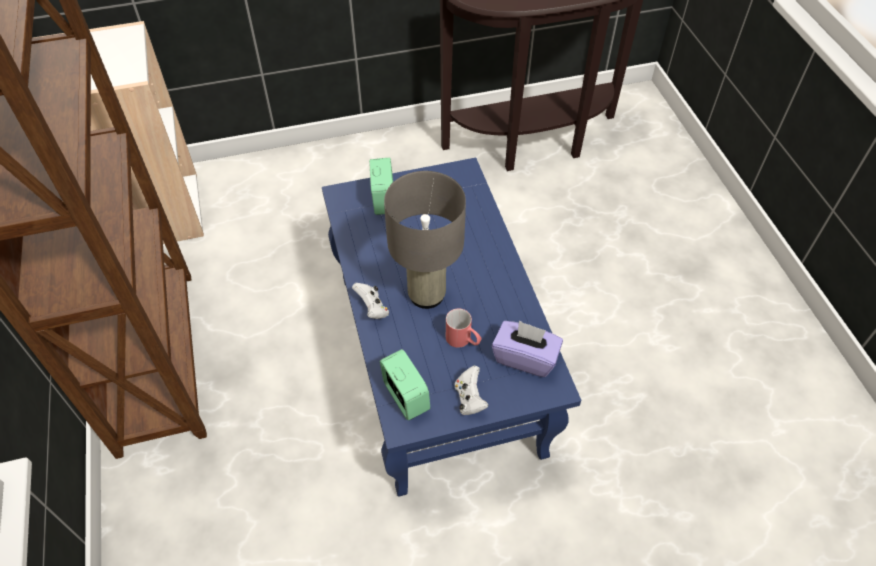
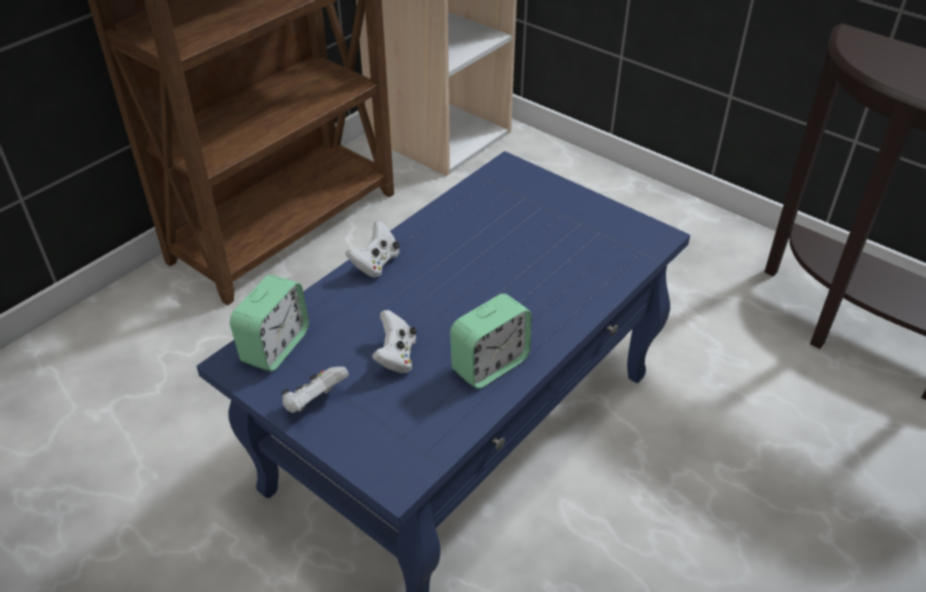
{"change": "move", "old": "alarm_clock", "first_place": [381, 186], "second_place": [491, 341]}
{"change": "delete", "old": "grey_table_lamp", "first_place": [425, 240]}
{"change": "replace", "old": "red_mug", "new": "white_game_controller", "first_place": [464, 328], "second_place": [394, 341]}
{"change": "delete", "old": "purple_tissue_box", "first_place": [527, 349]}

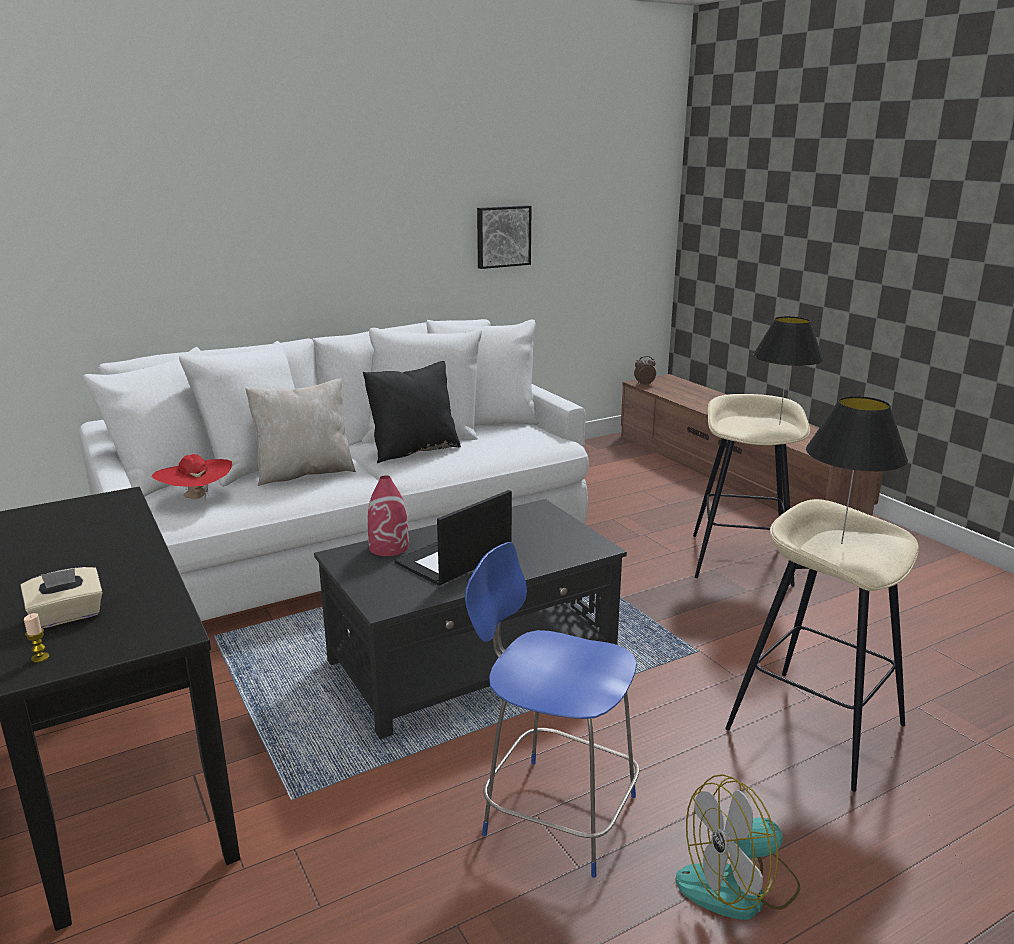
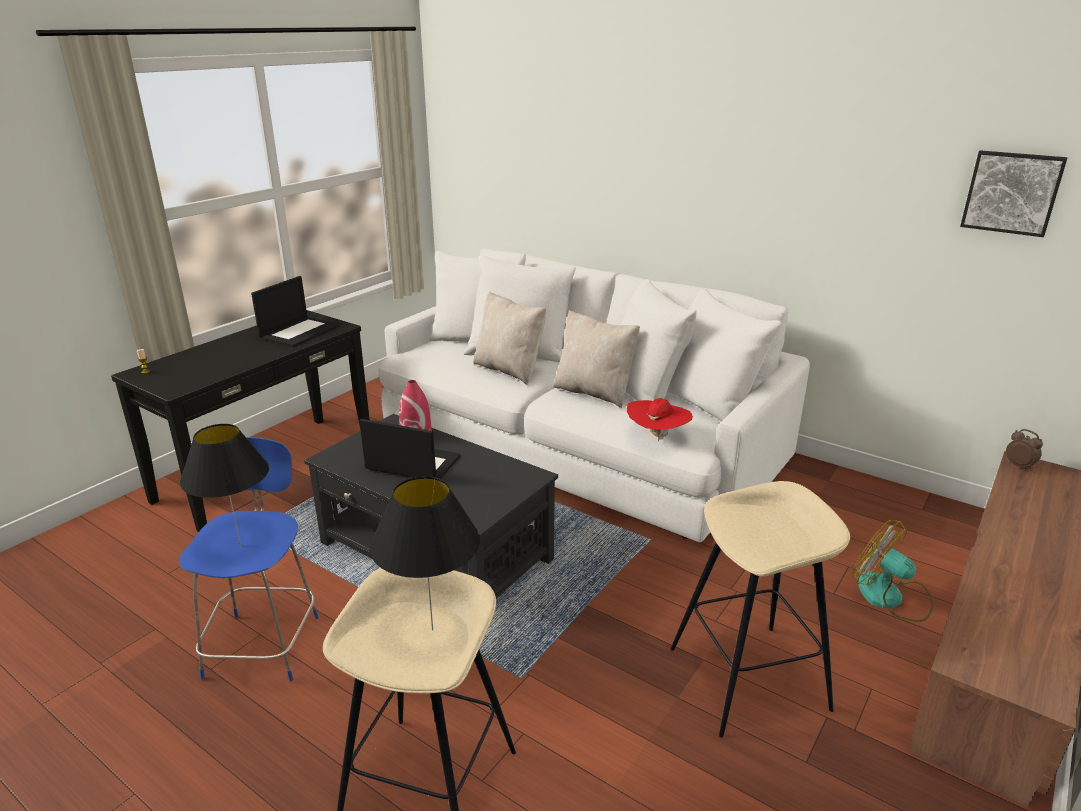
{"change": "delete", "old": "beige_tissue_box", "first_place": [62, 597]}
{"change": "move", "old": "red_hat", "first_place": [192, 477], "second_place": [660, 420]}
{"change": "recolor", "old": "black_pillow", "new": "beige_pillow", "first_place": [412, 412], "second_place": [596, 359]}
{"change": "move", "old": "picture", "first_place": [504, 237], "second_place": [1014, 193]}
{"change": "move", "old": "fan", "first_place": [738, 847], "second_place": [892, 571]}
{"change": "move", "old": "black_table_lamp", "first_place": [788, 370], "second_place": [224, 485]}
{"change": "insert", "new": "laptop", "second_place": [295, 311]}

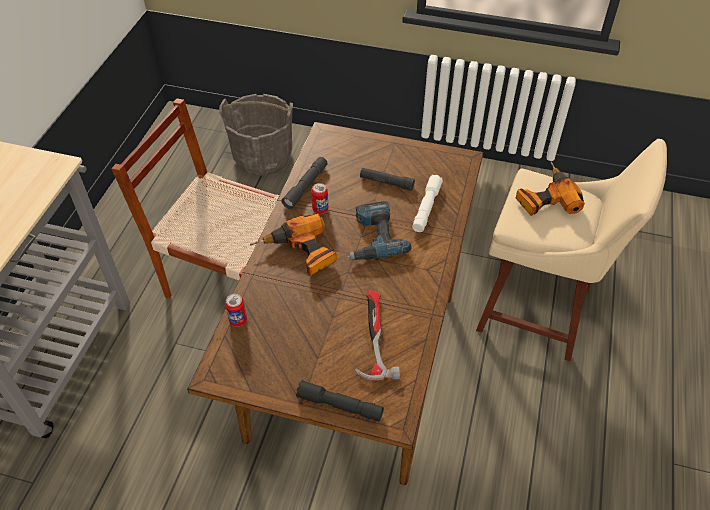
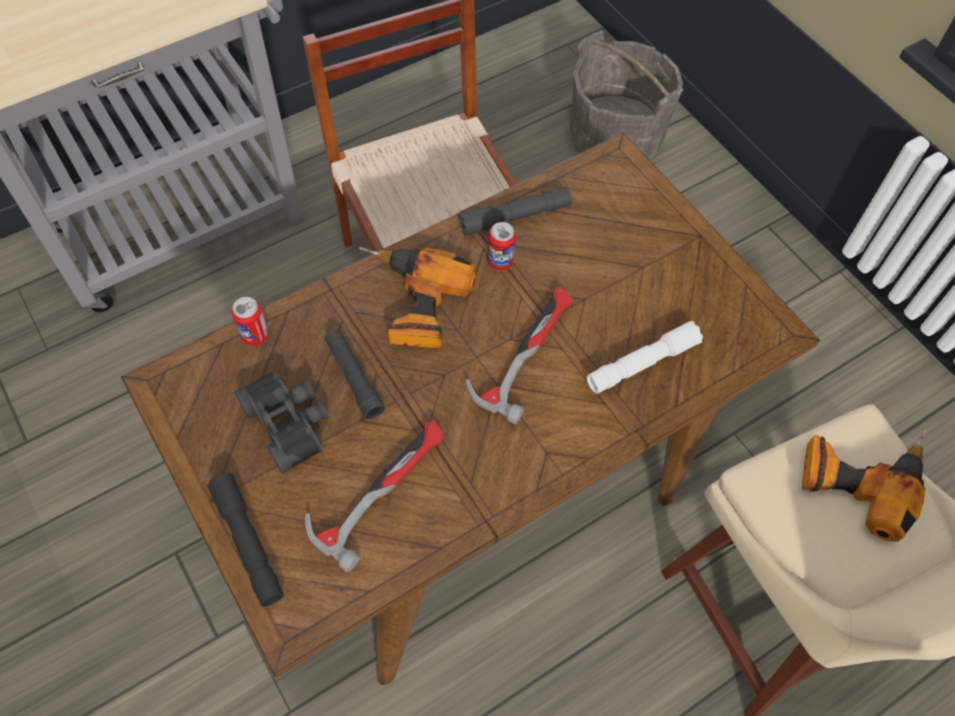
{"change": "replace", "old": "power_drill", "new": "hammer", "first_place": [379, 230], "second_place": [519, 356]}
{"change": "move", "old": "black_flashlight", "first_place": [387, 179], "second_place": [355, 375]}
{"change": "insert", "new": "black_binoculars", "second_place": [281, 422]}

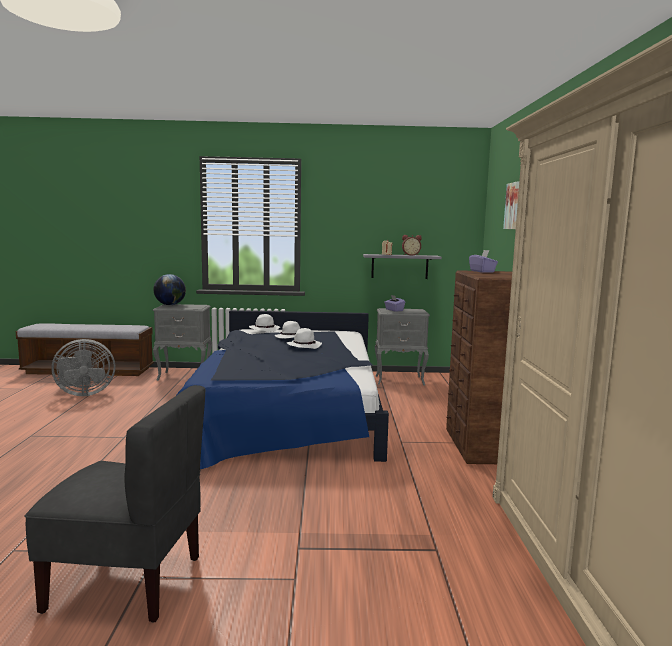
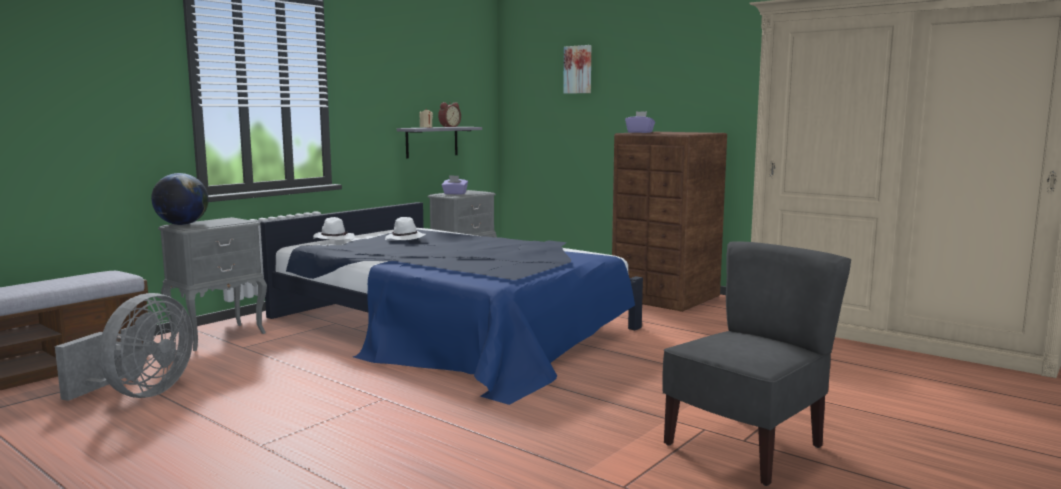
{"change": "delete", "old": "white_hat", "first_place": [304, 338]}

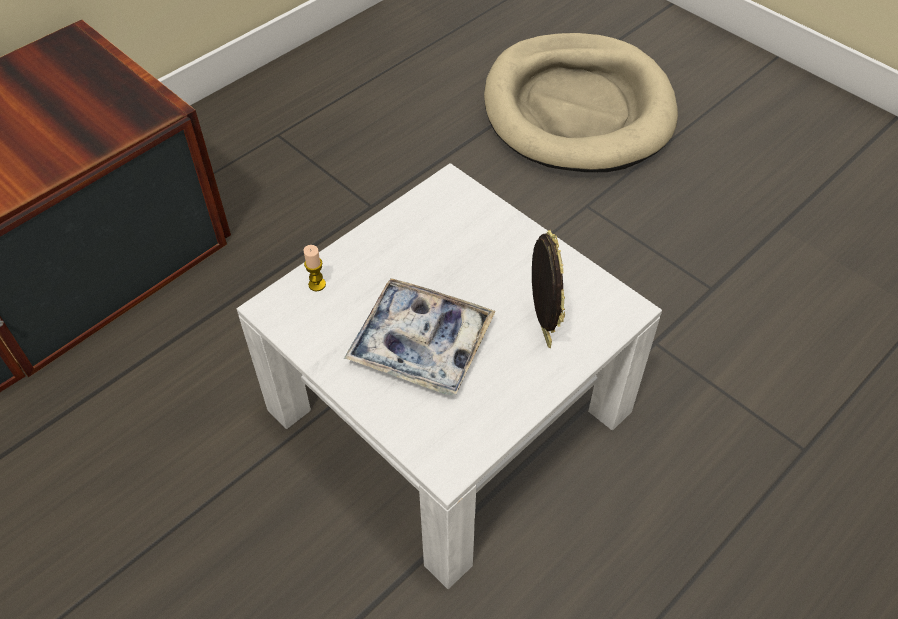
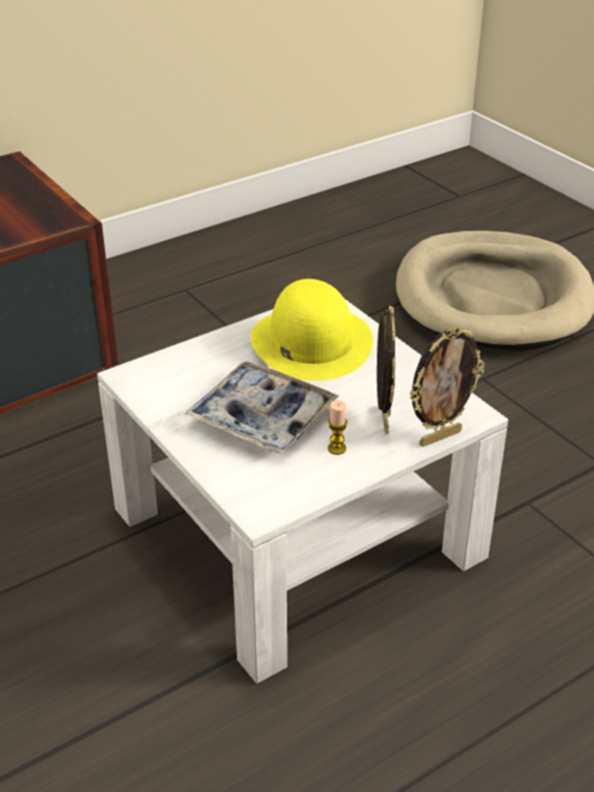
{"change": "move", "old": "candle", "first_place": [314, 268], "second_place": [337, 427]}
{"change": "insert", "new": "yellow_hat", "second_place": [311, 330]}
{"change": "insert", "new": "picture_frame", "second_place": [447, 386]}

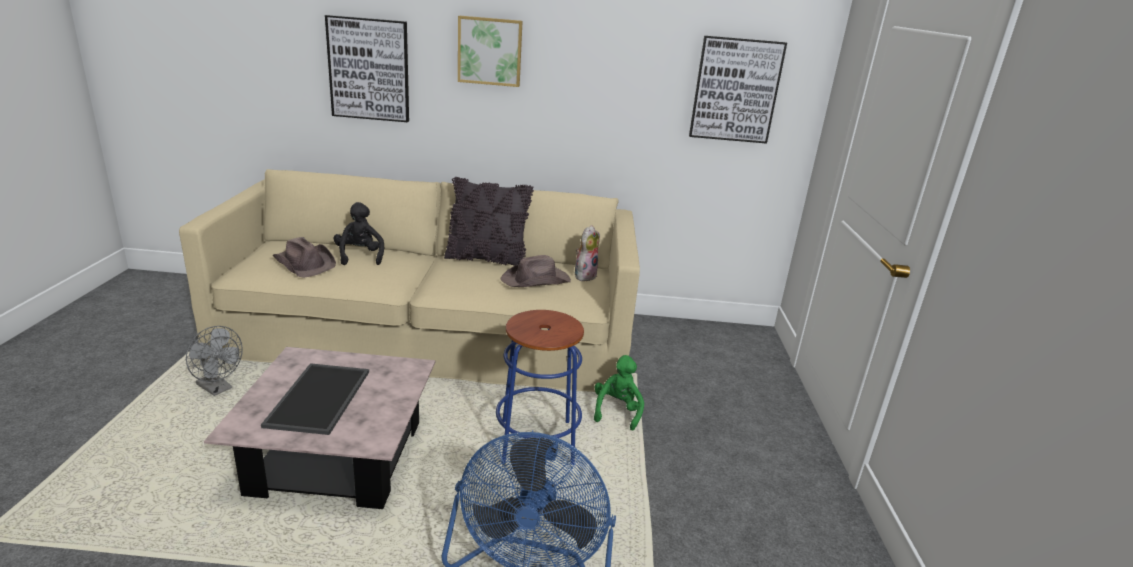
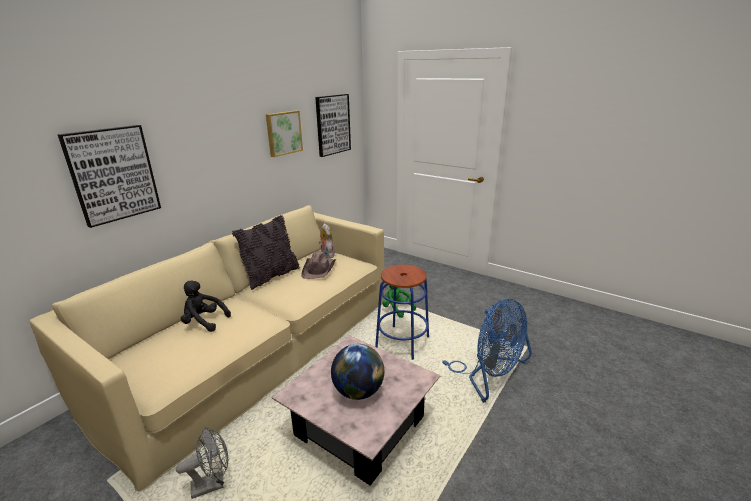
{"change": "replace", "old": "tray", "new": "globe", "first_place": [315, 399], "second_place": [357, 372]}
{"change": "delete", "old": "brown_hat", "first_place": [304, 257]}
{"change": "move", "old": "picture", "first_place": [490, 51], "second_place": [284, 133]}

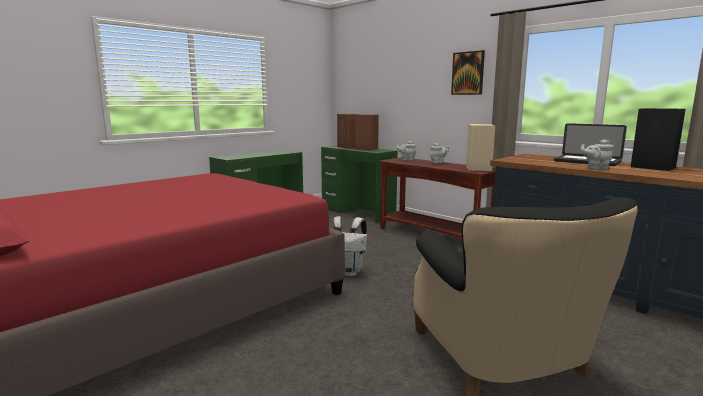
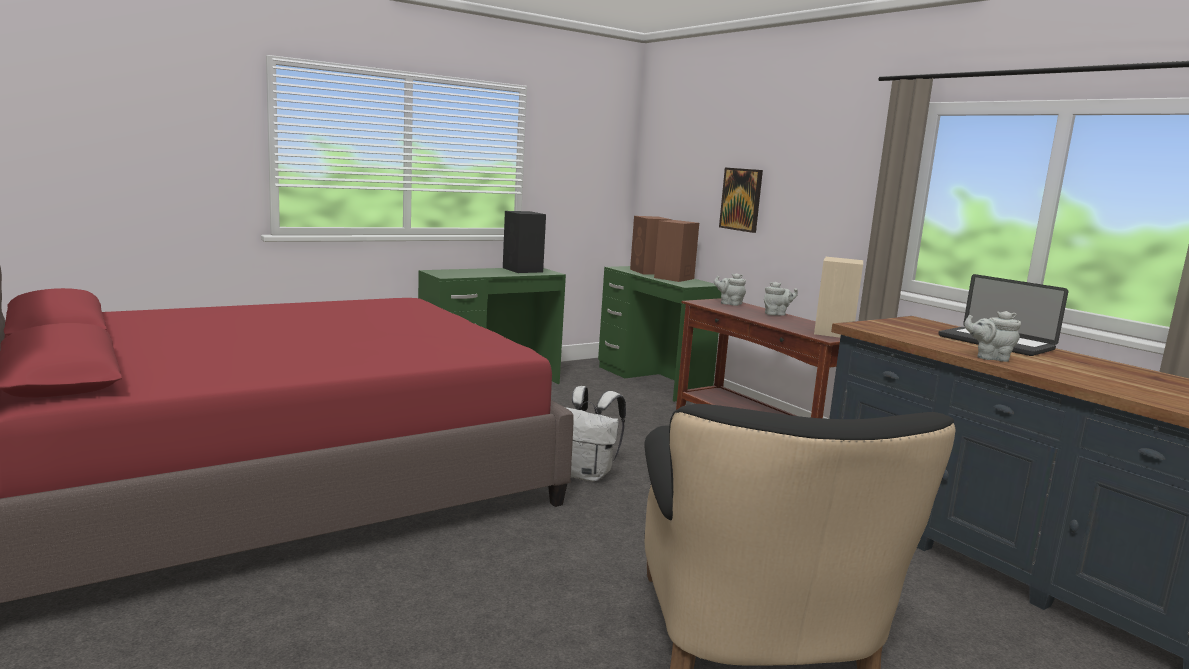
{"change": "move", "old": "picture", "first_place": [468, 72], "second_place": [741, 200]}
{"change": "move", "old": "black_speaker", "first_place": [658, 139], "second_place": [524, 242]}

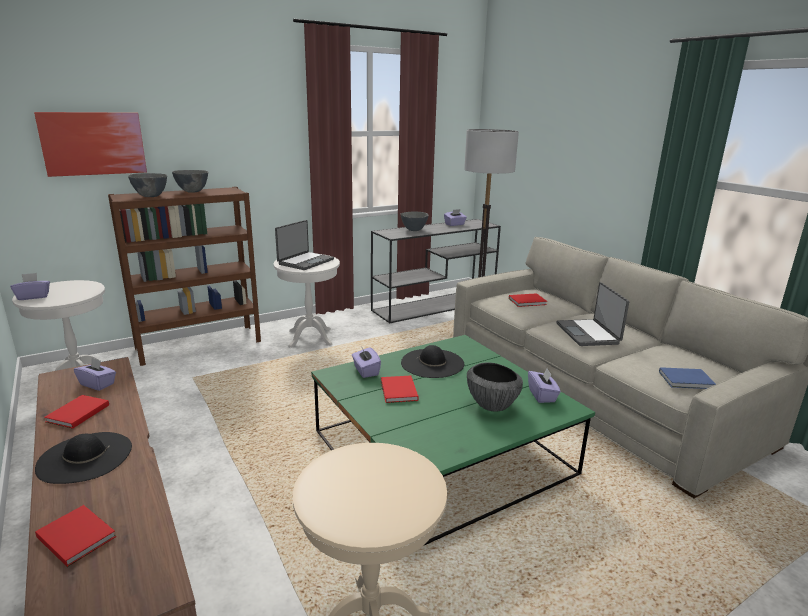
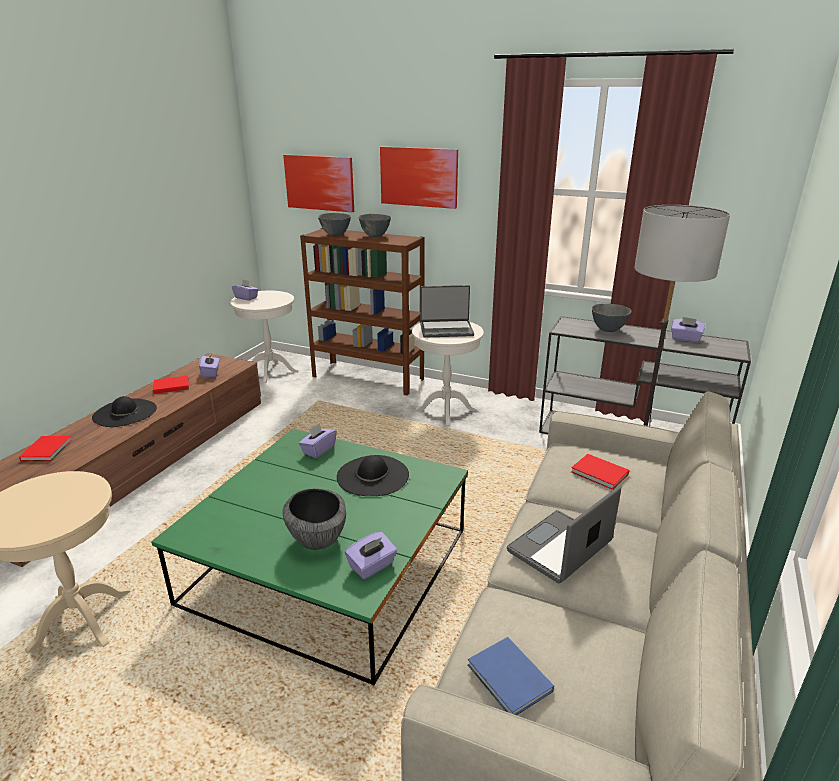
{"change": "delete", "old": "red_book", "first_place": [400, 389]}
{"change": "insert", "new": "picture", "second_place": [419, 178]}

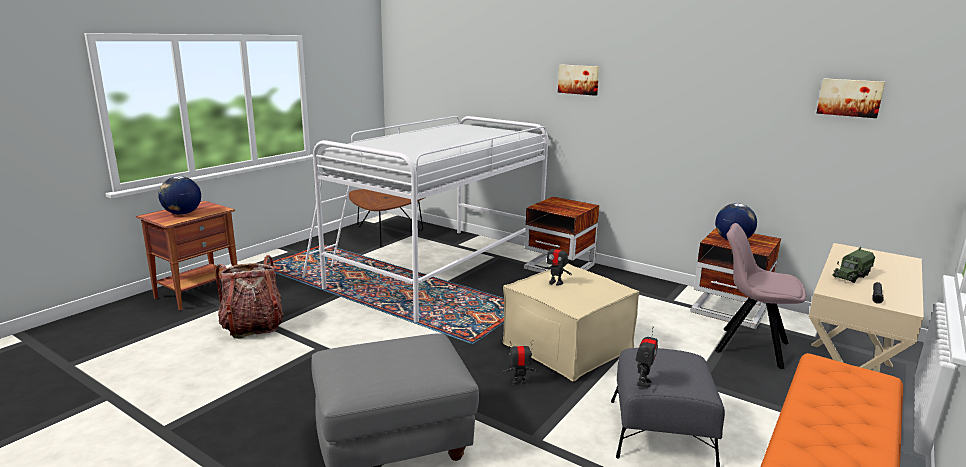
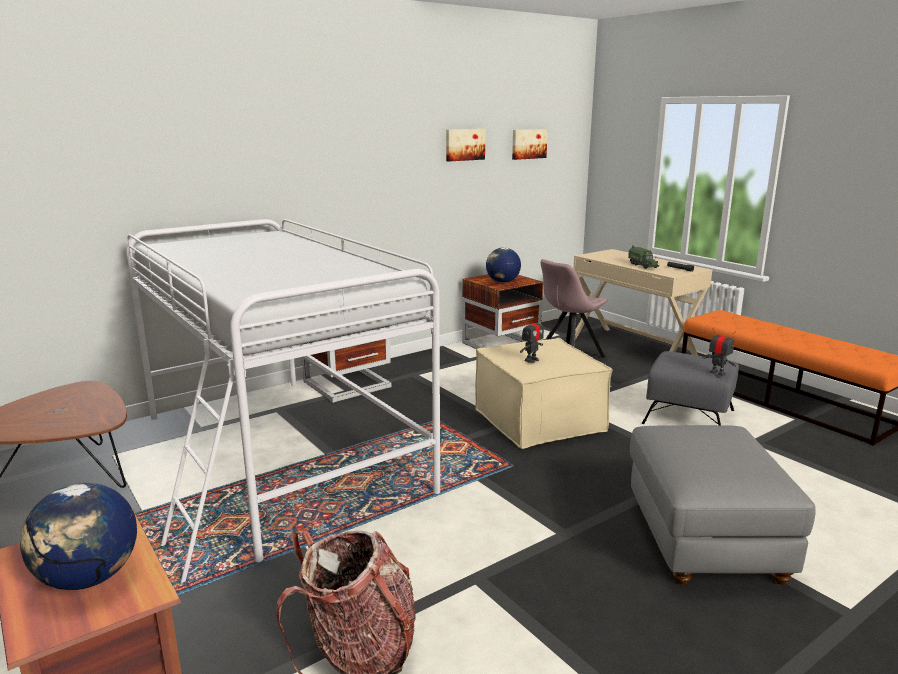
{"change": "delete", "old": "toy_robot", "first_place": [520, 362]}
{"change": "move", "old": "picture", "first_place": [579, 80], "second_place": [466, 145]}

